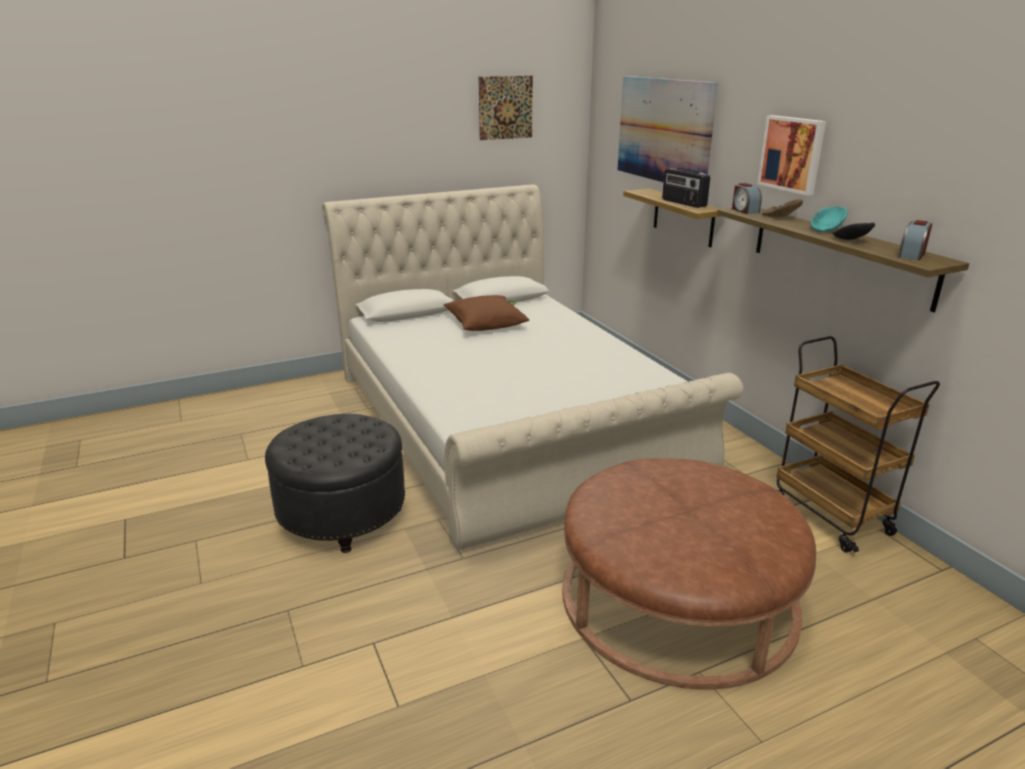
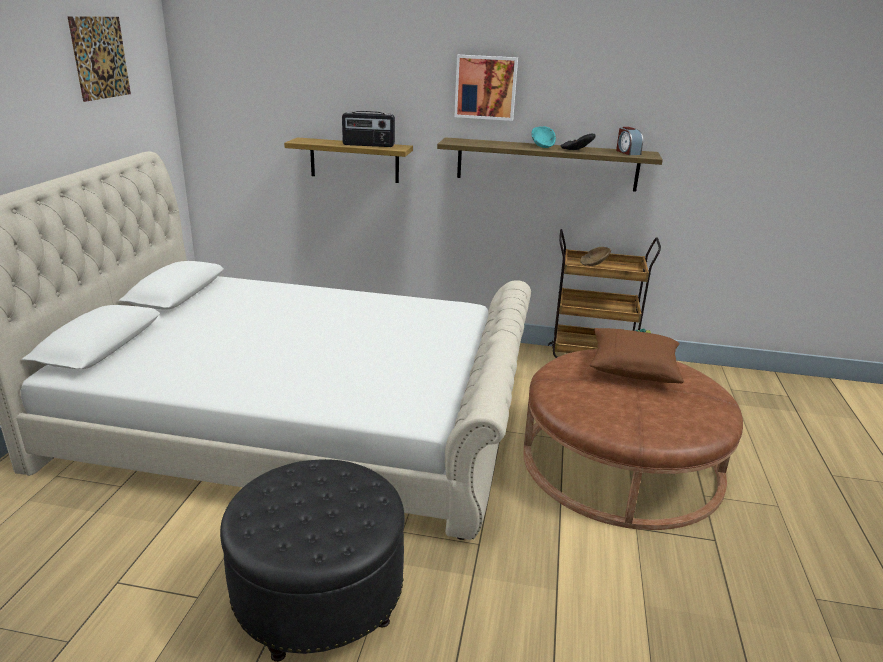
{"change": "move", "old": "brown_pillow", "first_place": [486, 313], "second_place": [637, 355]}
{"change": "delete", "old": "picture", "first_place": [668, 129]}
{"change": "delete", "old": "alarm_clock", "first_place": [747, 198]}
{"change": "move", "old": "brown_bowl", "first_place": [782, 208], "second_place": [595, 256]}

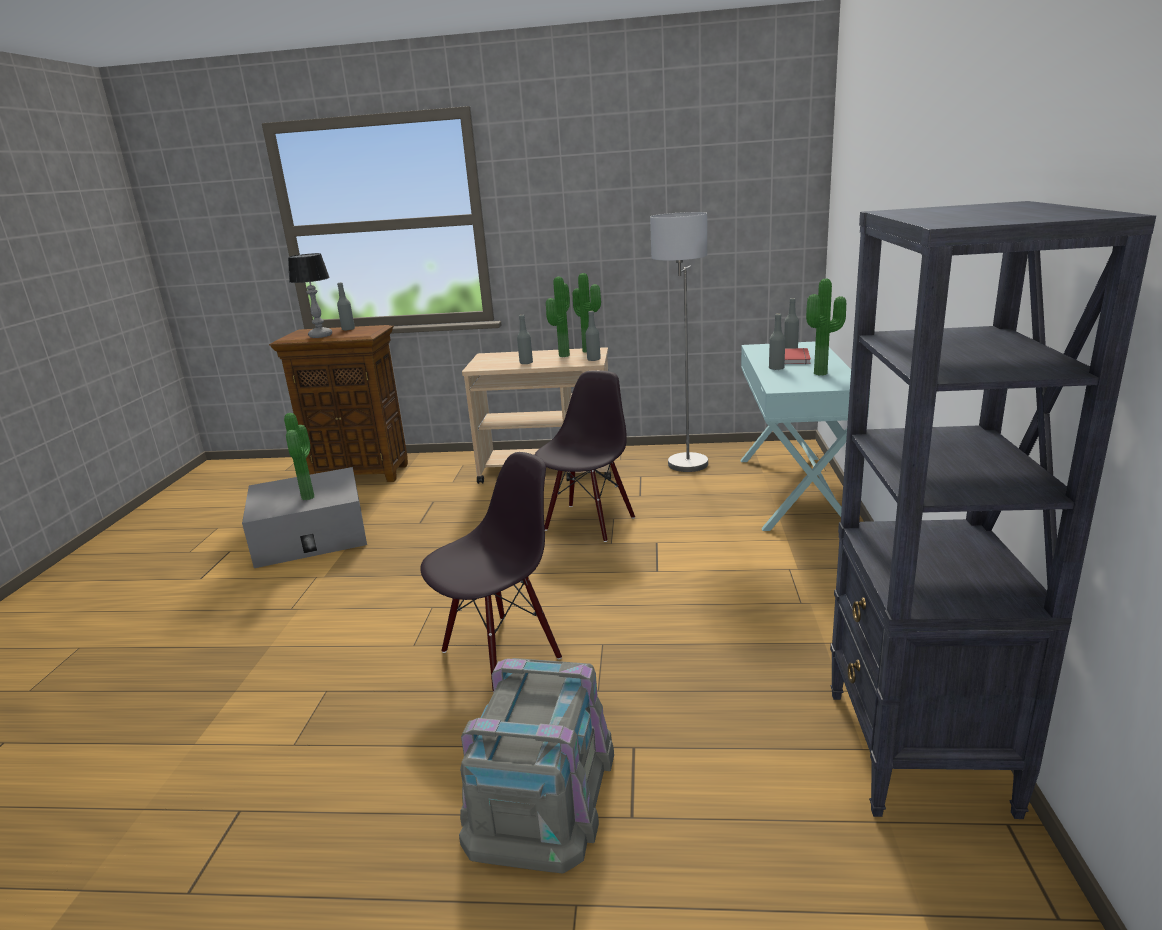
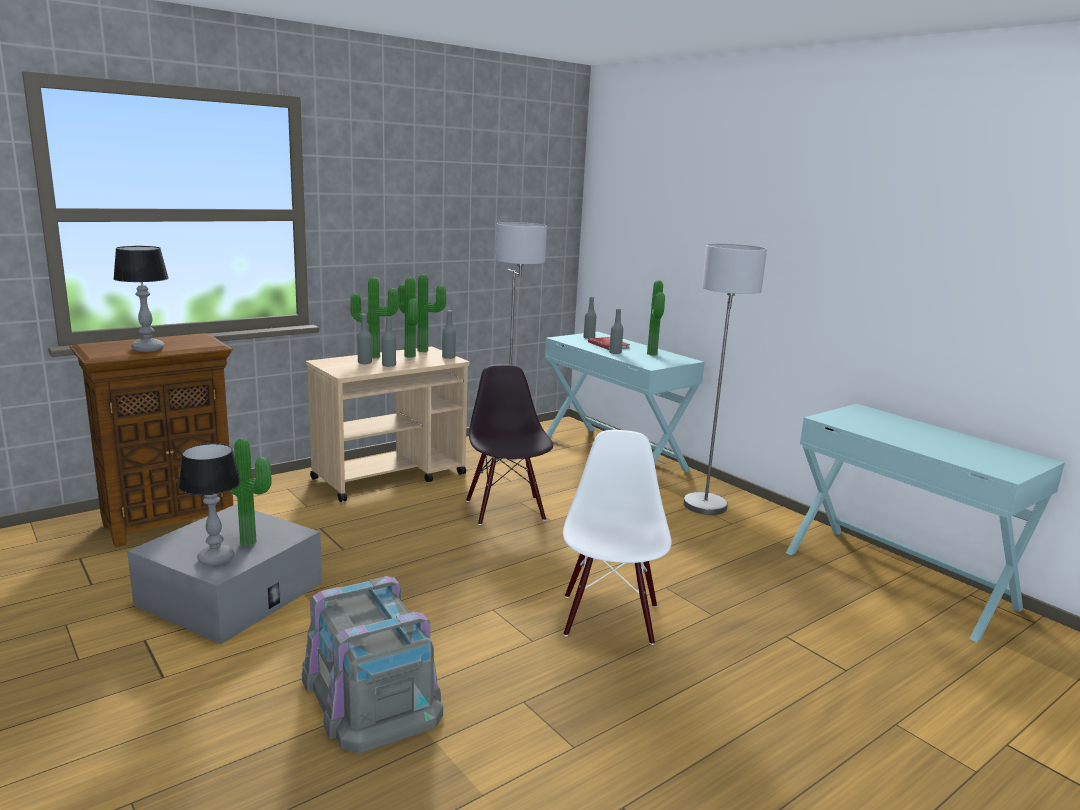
{"change": "move", "old": "grey_bottle", "first_place": [346, 306], "second_place": [364, 338]}
{"change": "recolor", "old": "black_chair", "new": "white_chair", "first_place": [491, 572], "second_place": [617, 537]}
{"change": "move", "old": "grey_storage_box", "first_place": [536, 765], "second_place": [372, 664]}
{"change": "replace", "old": "black_bookcase", "new": "turquoise_desk", "first_place": [993, 510], "second_place": [925, 523]}
{"change": "insert", "new": "table_lamp", "second_place": [210, 504]}
{"change": "insert", "new": "potted_plant", "second_place": [375, 317]}
{"change": "insert", "new": "grey_floor_lamp", "second_place": [725, 379]}

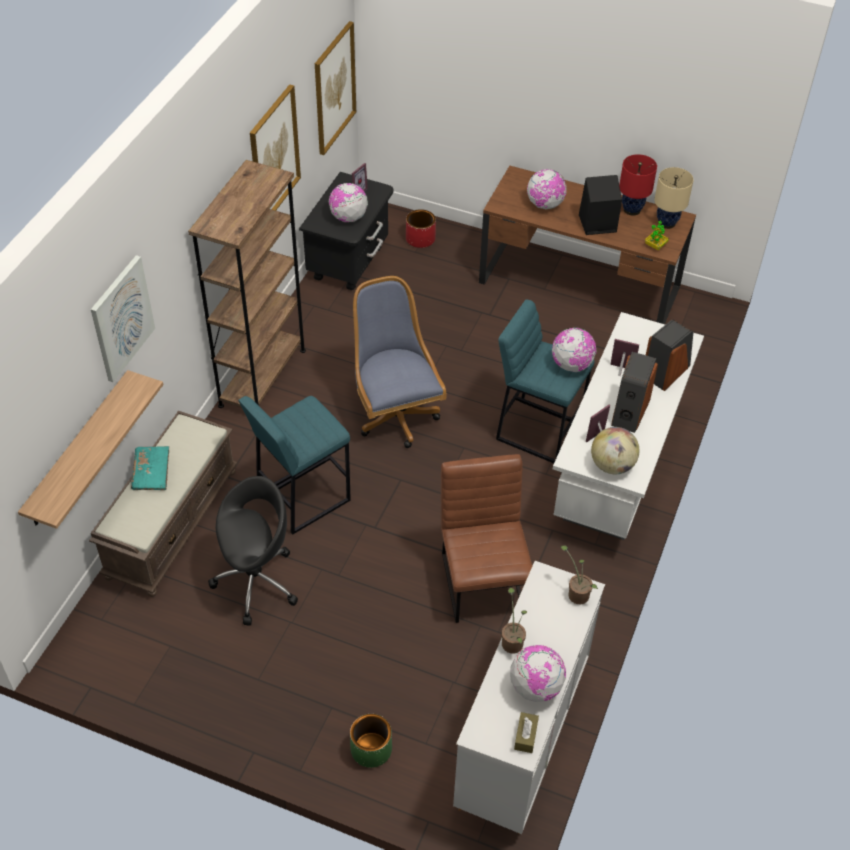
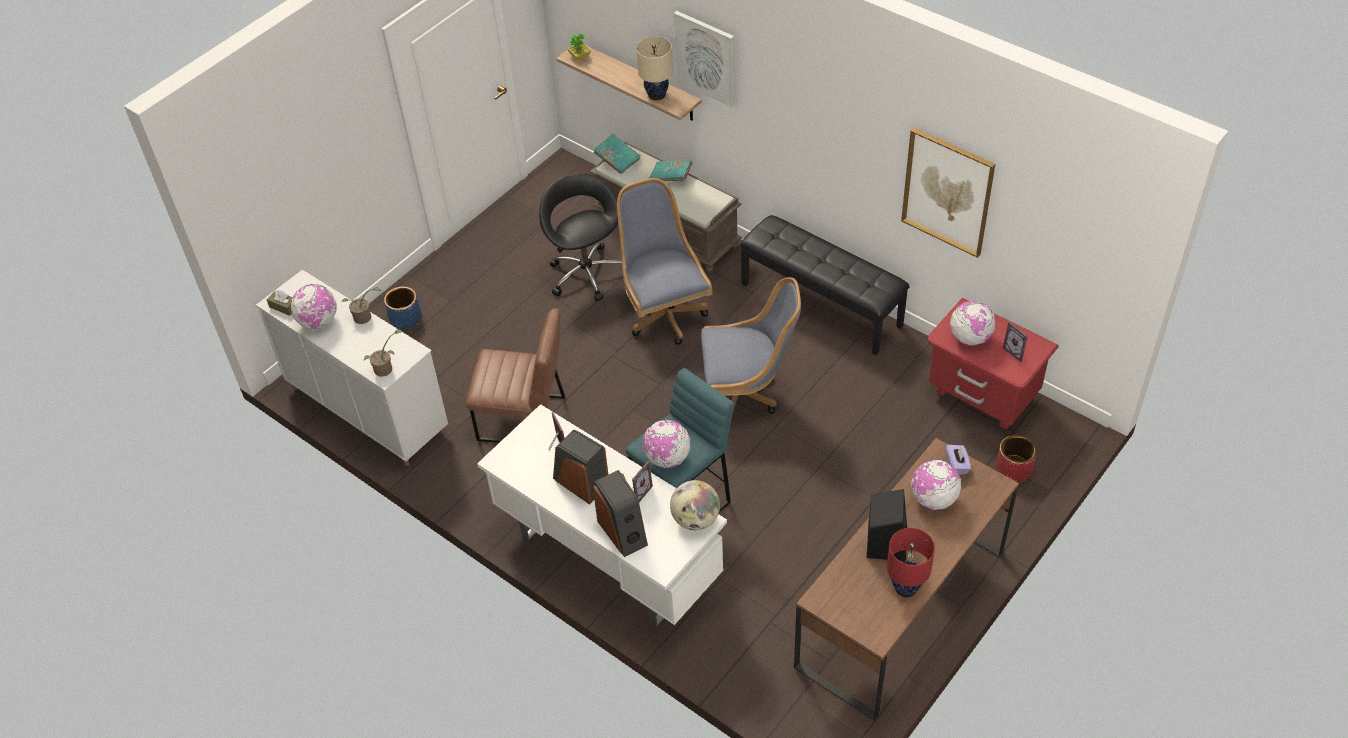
{"change": "replace", "old": "brown_bookcase", "new": "black_bench", "first_place": [247, 284], "second_place": [825, 285]}
{"change": "rotate", "old": "black_office_chair", "first_place": [253, 551], "second_place": [580, 237], "degrees": 150}
{"change": "replace", "old": "turquoise_stool", "new": "blue_office_chair", "first_place": [294, 465], "second_place": [665, 261]}
{"change": "recolor", "old": "black_nightstand", "new": "red_nightstand", "first_place": [346, 231], "second_place": [993, 363]}
{"change": "delete", "old": "picture", "first_place": [335, 88]}
{"change": "recolor", "old": "green_planter", "new": "blue_planter", "first_place": [371, 741], "second_place": [402, 308]}
{"change": "move", "old": "globe", "first_place": [615, 450], "second_place": [695, 505]}
{"change": "move", "old": "potted_plant", "first_place": [657, 235], "second_place": [579, 46]}
{"change": "move", "old": "beige_table_lamp", "first_place": [673, 198], "second_place": [654, 68]}
{"change": "insert", "new": "turquoise_book", "second_place": [617, 154]}
{"change": "insert", "new": "purple_tissue_box", "second_place": [958, 460]}

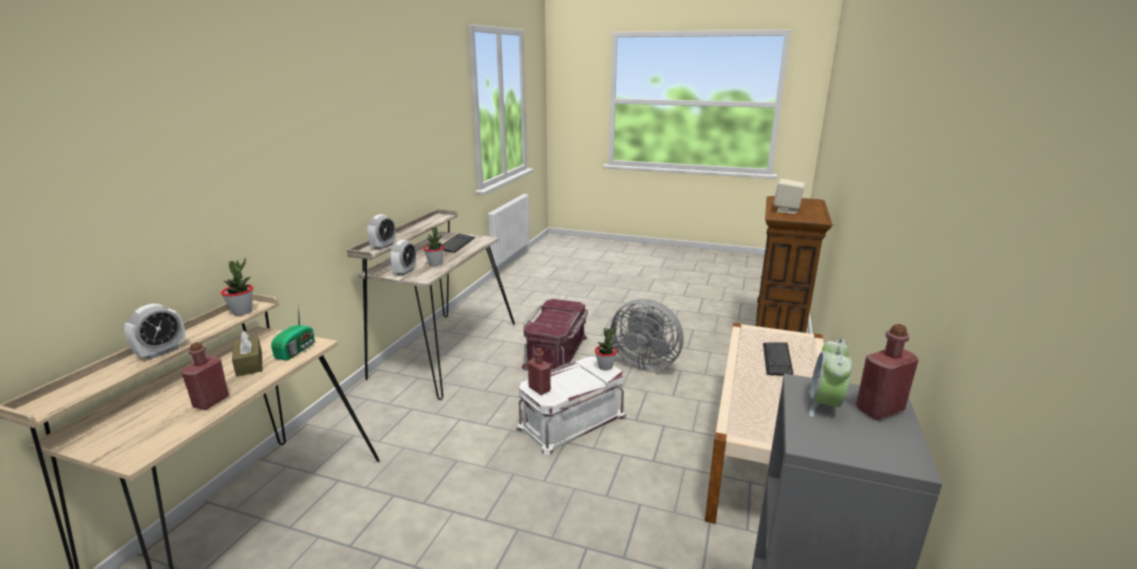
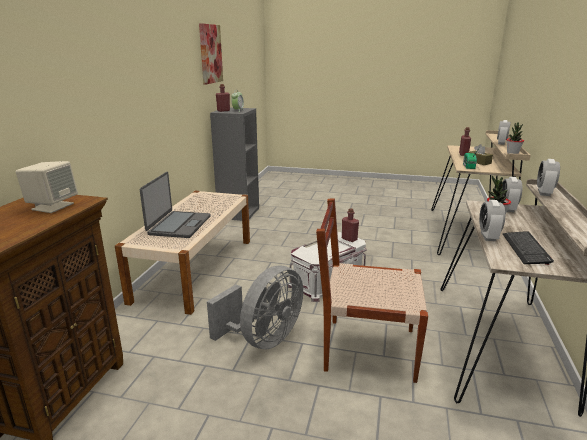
{"change": "replace", "old": "red_storage_box", "new": "chair", "first_place": [555, 335], "second_place": [372, 290]}
{"change": "delete", "old": "potted_plant", "first_place": [606, 348]}
{"change": "rotate", "old": "grey_fan", "first_place": [647, 335], "second_place": [255, 307], "degrees": 105}
{"change": "replace", "old": "keyboard", "new": "laptop", "first_place": [778, 359], "second_place": [175, 205]}
{"change": "insert", "new": "picture", "second_place": [211, 54]}
{"change": "insert", "new": "alarm_clock", "second_place": [492, 220]}

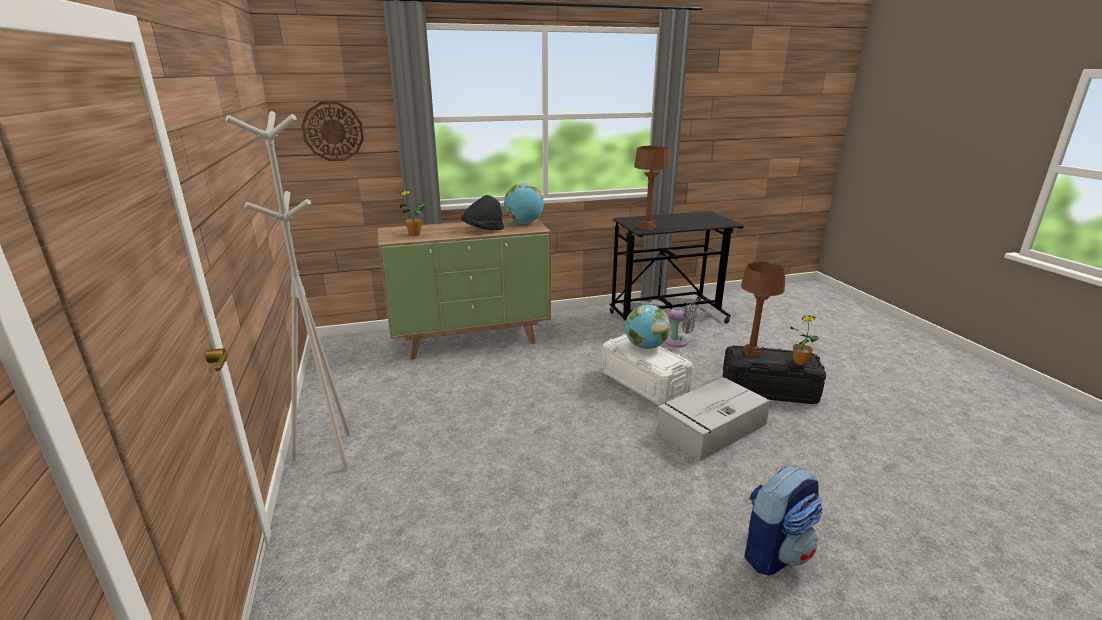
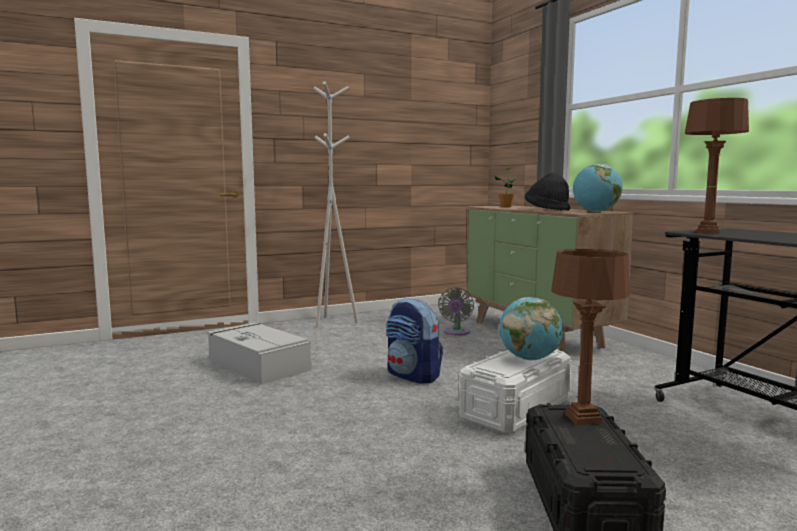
{"change": "delete", "old": "wall_clock", "first_place": [332, 131]}
{"change": "move", "old": "grey_storage_box", "first_place": [713, 419], "second_place": [259, 353]}
{"change": "move", "old": "grey_fan", "first_place": [680, 324], "second_place": [456, 311]}
{"change": "move", "old": "backpack", "first_place": [784, 520], "second_place": [414, 341]}
{"change": "delete", "old": "potted_plant", "first_place": [805, 340]}

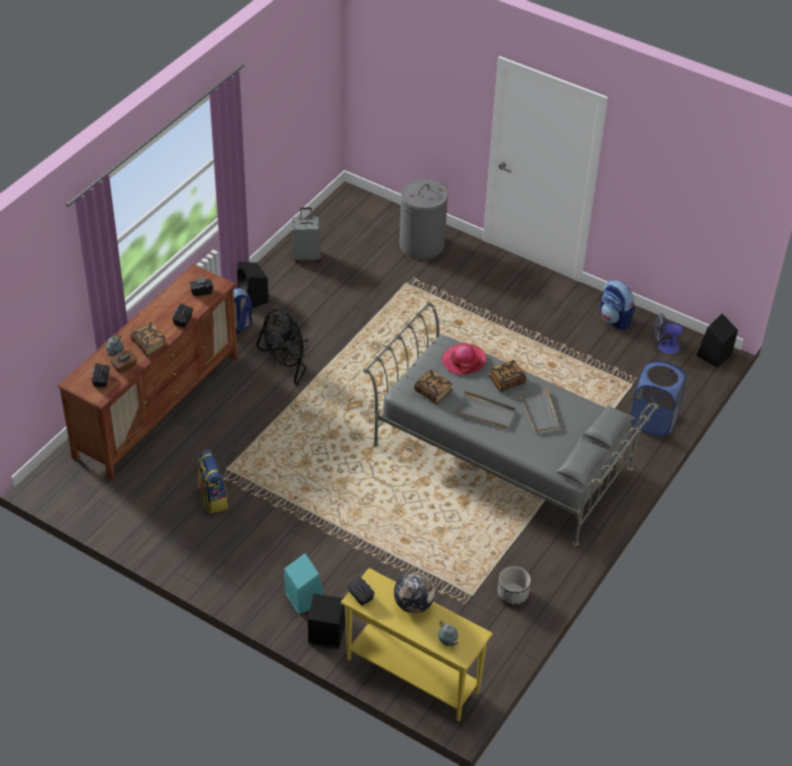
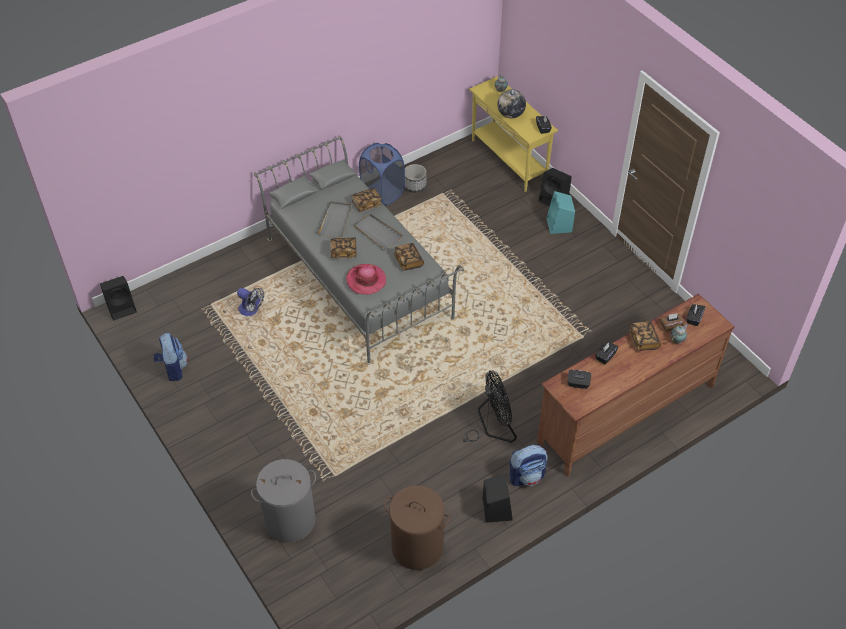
{"change": "delete", "old": "backpack", "first_place": [213, 481]}
{"change": "replace", "old": "grey_suitcase", "new": "brown_laundry_basket", "first_place": [306, 235], "second_place": [416, 527]}
{"change": "move", "old": "blue_laundry_basket", "first_place": [659, 399], "second_place": [382, 174]}
{"change": "move", "old": "fan", "first_place": [668, 334], "second_place": [250, 302]}
{"change": "insert", "new": "book", "second_place": [366, 200]}

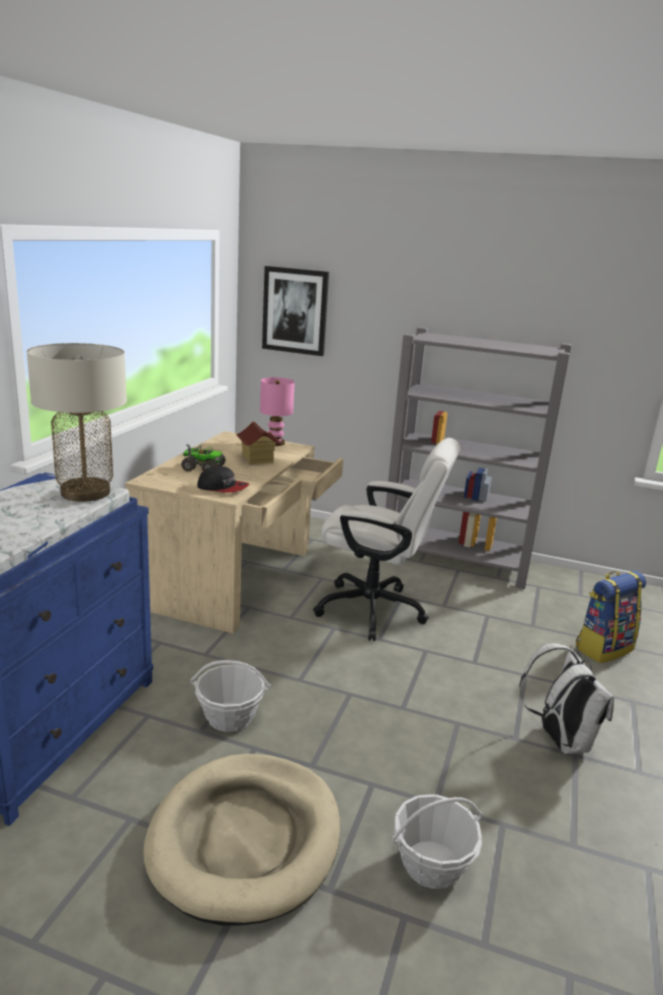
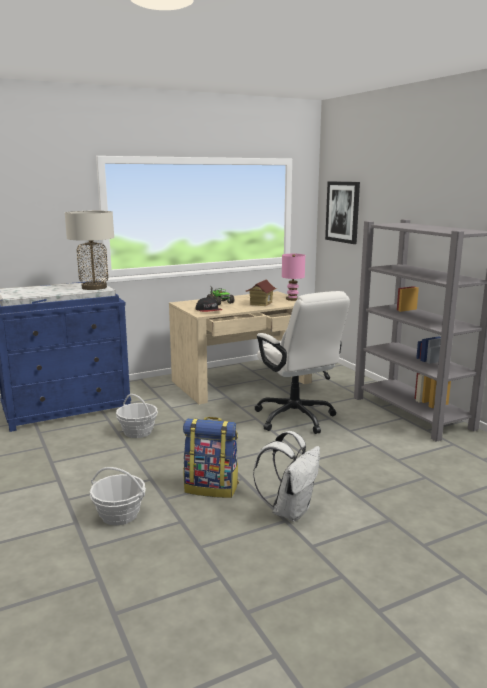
{"change": "delete", "old": "beige_dog_bed", "first_place": [241, 839]}
{"change": "move", "old": "backpack", "first_place": [611, 617], "second_place": [211, 457]}

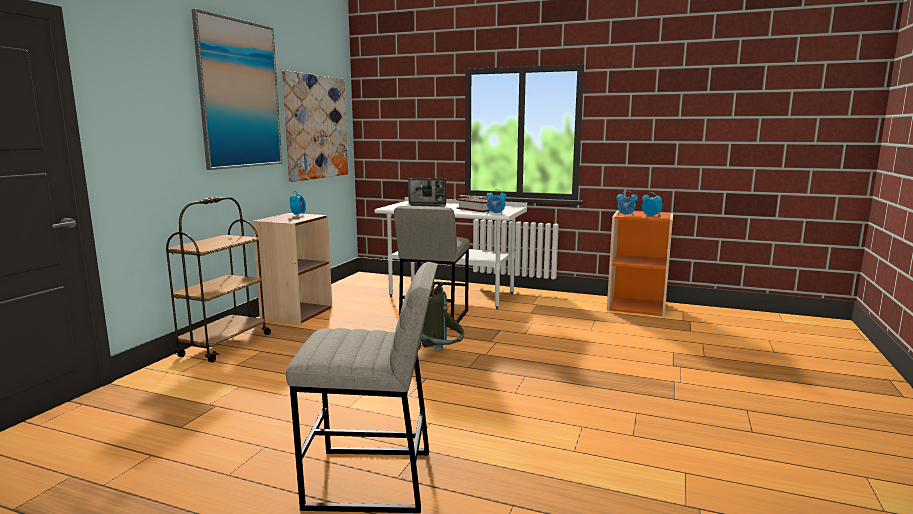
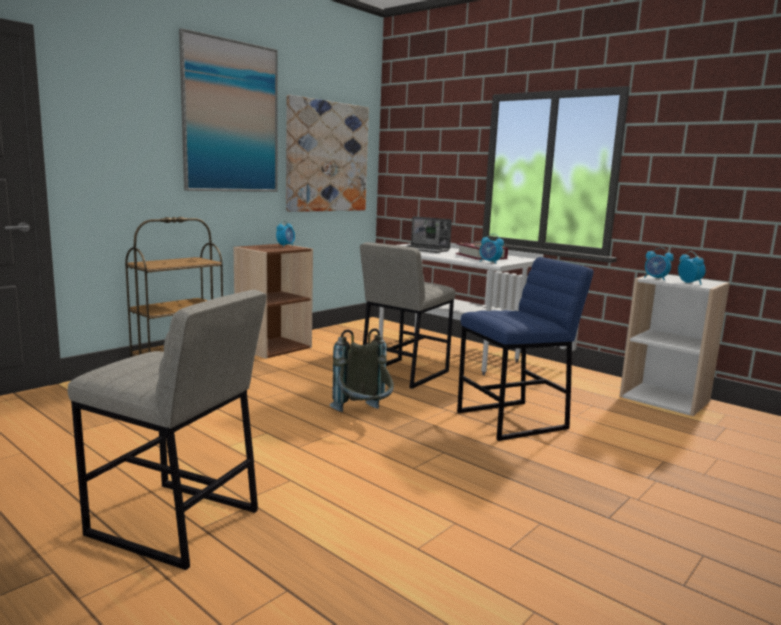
{"change": "recolor", "old": "orange_bookcase", "new": "white_bookcase", "first_place": [640, 263], "second_place": [674, 345]}
{"change": "insert", "new": "blue_chair", "second_place": [525, 349]}

